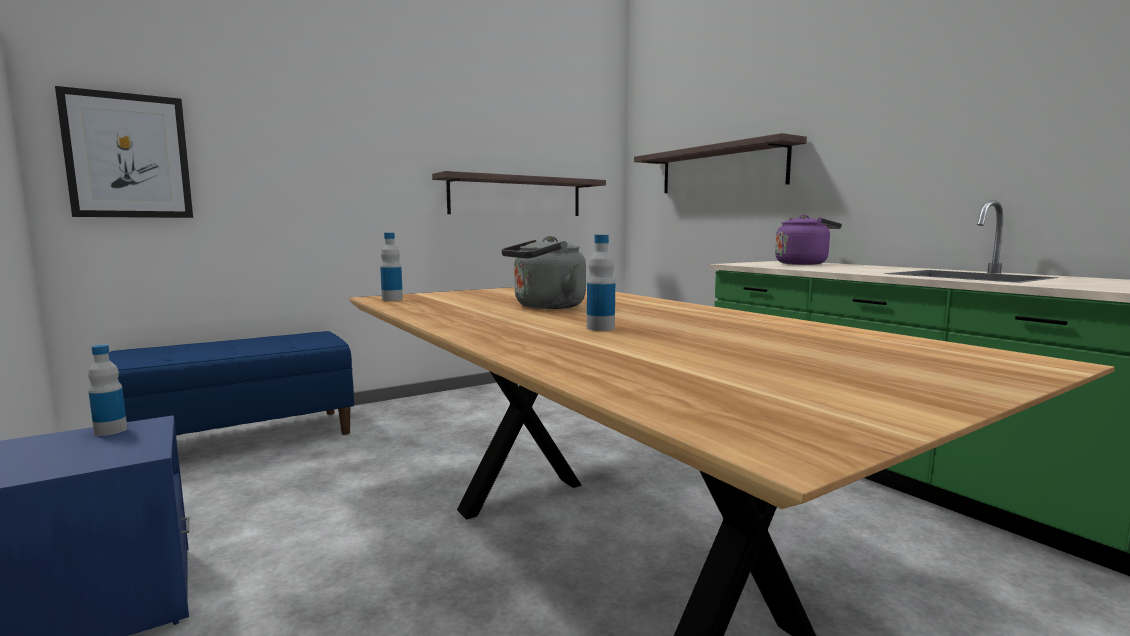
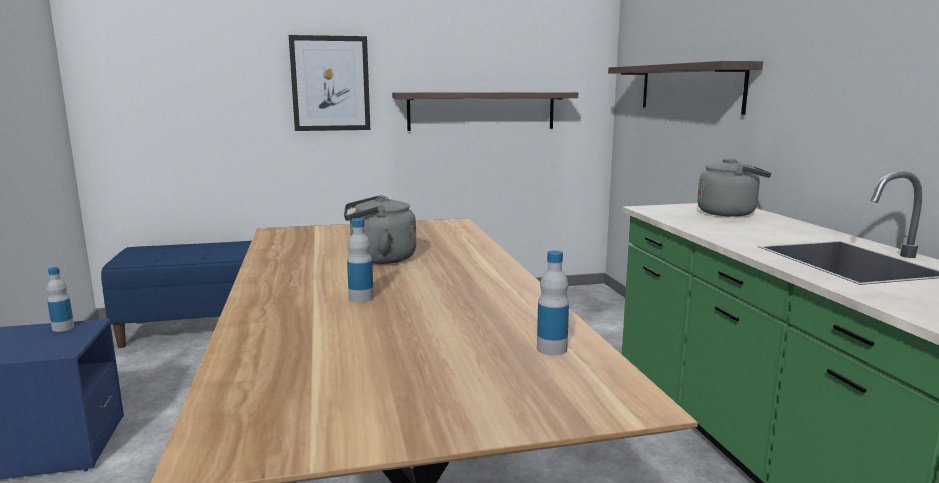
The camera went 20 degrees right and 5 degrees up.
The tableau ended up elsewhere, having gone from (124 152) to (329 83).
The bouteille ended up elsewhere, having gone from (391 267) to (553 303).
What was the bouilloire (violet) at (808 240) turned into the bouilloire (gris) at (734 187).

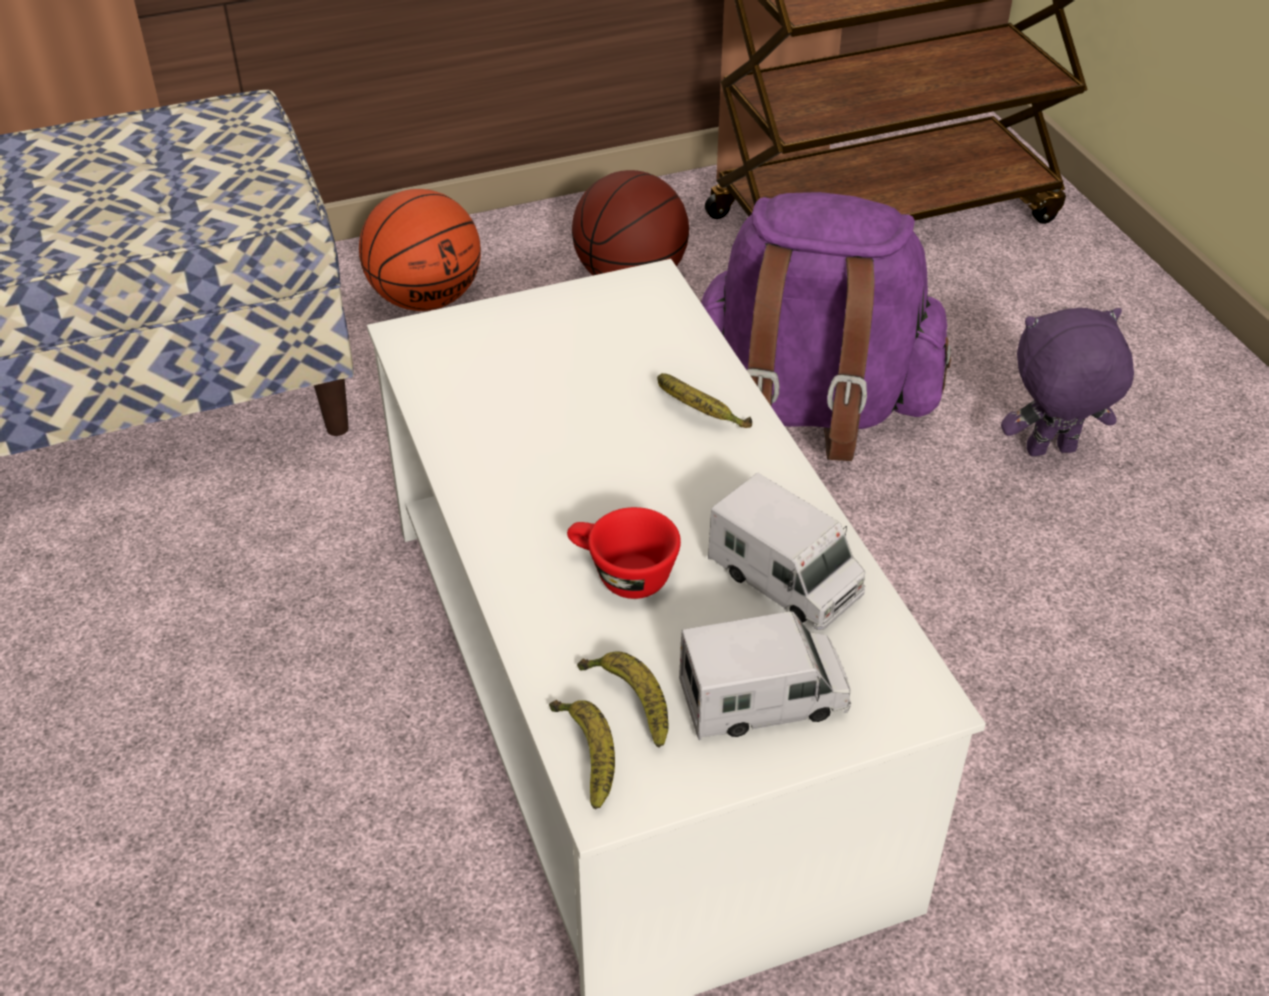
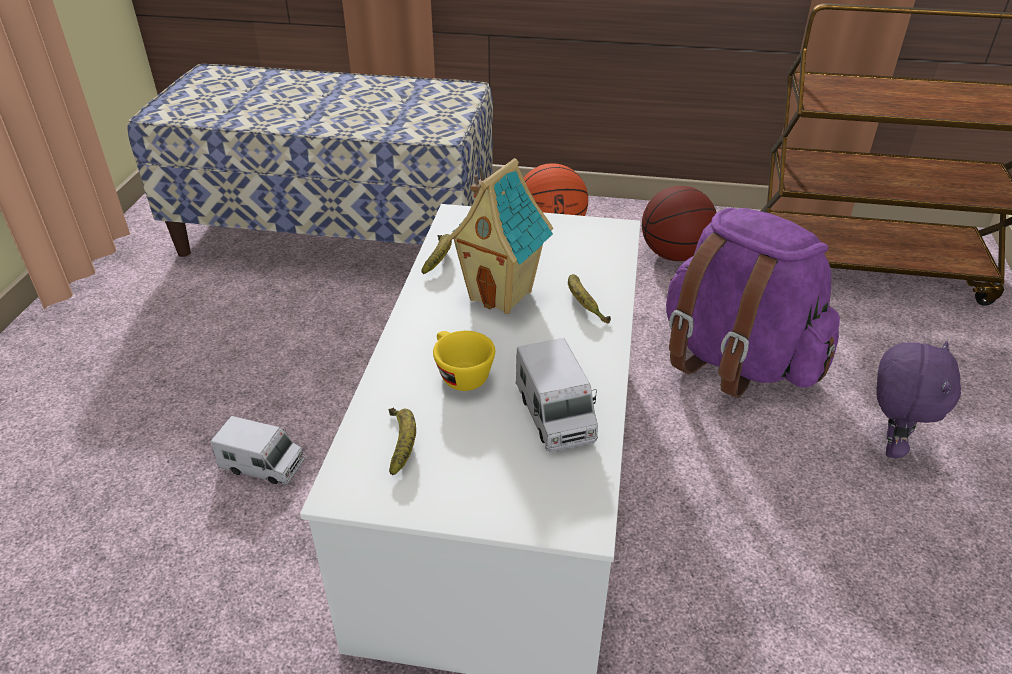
The camera went 30 degrees right and 5 degrees down.
The banane ended up elsewhere, having gone from (582 755) to (436 254).
What was the tasse (rouge) at (624 553) turned into the tasse (jaune) at (464 361).
The camion jouet ended up elsewhere, having gone from (765 675) to (258 450).
The peluche (violet) at (1067 382) ended up facing another way, 90 degrees clockwise from before.
The second view gained the maison miniature at (500 236).

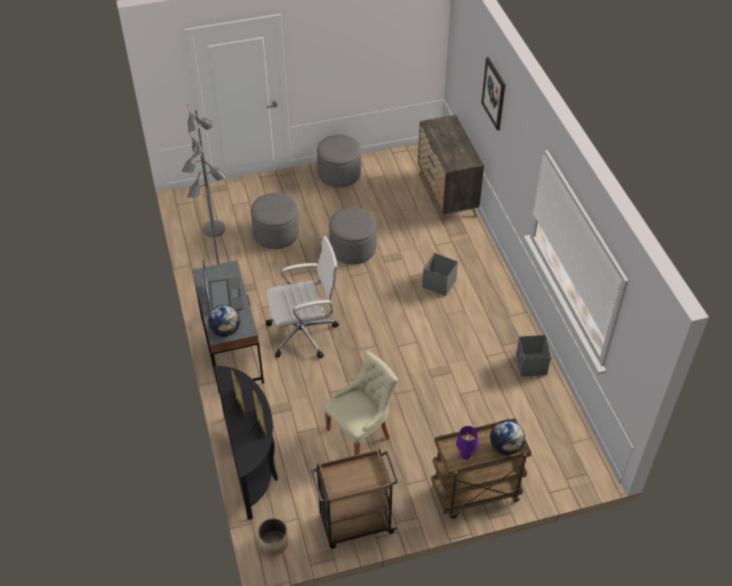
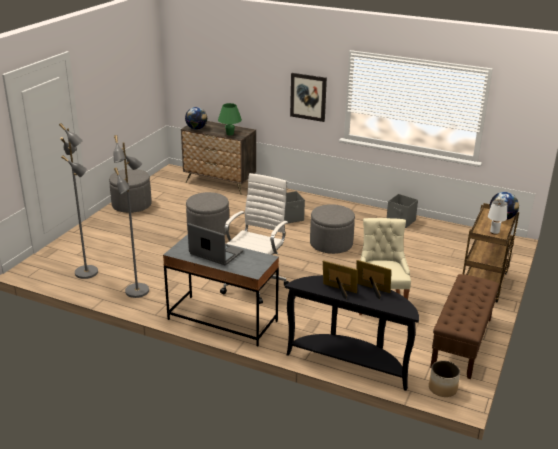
The camera went 50 degrees left and 20 degrees down.
The globe ended up elsewhere, having gone from (224 321) to (196 118).
The pouf (gris) ended up elsewhere, having gone from (275 221) to (332 229).
Where the chariot (marron) stood at (354 499), the banc (marron) came to stand at (464 326).
What was the lampe de table (violet) at (467 443) turned into the lampe de table (blanc) at (497 217).
The tableau ended up elsewhere, having gone from (493 94) to (308 97).
The second view gained the lampe de table (vert) at (230 119).

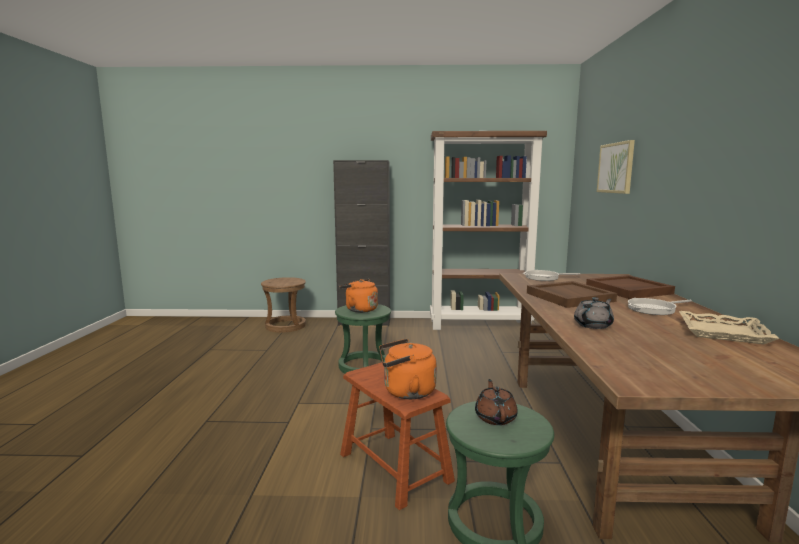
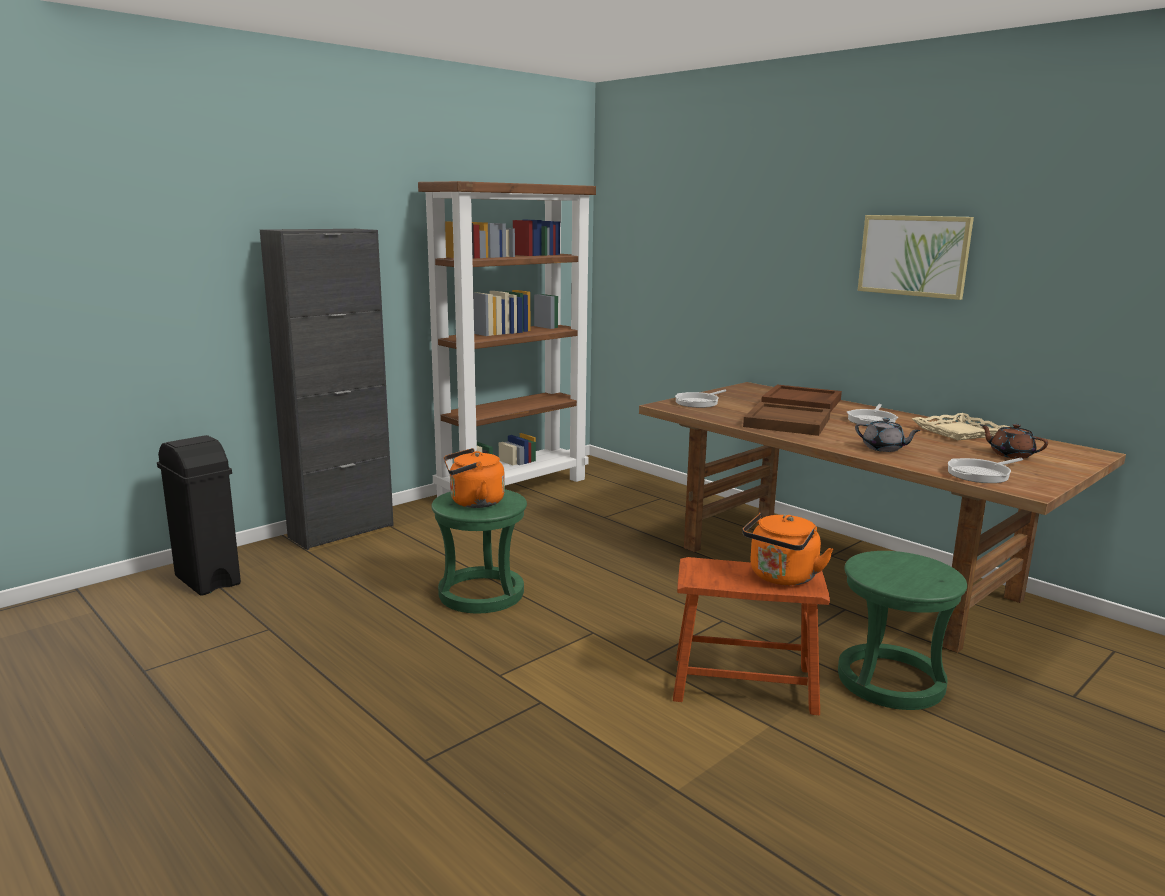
The camera went 45 degrees left and 5 degrees up.
Where the tabouret (marron) stood at (283 304), the poubelle (noir) came to stand at (199 515).
The théière (marron) ended up elsewhere, having gone from (496 402) to (1014 441).
The théière (gris) at (594 313) ended up facing another way, 120 degrees clockwise from before.
The tableau ended up elsewhere, having gone from (616 167) to (916 257).
The second view gained the poêle at (985 470).

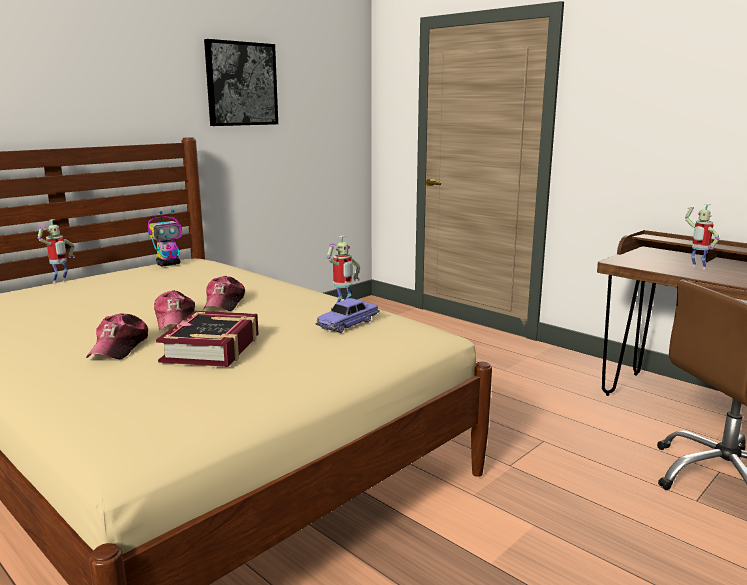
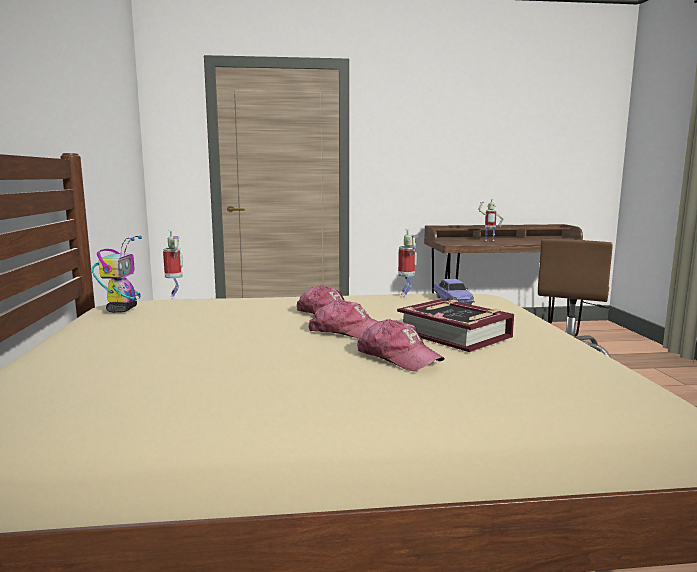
The camera went 50 degrees left and 5 degrees down.
The robot jouet ended up elsewhere, having gone from (56 251) to (173 264).
The second view lost the tableau at (241 82).

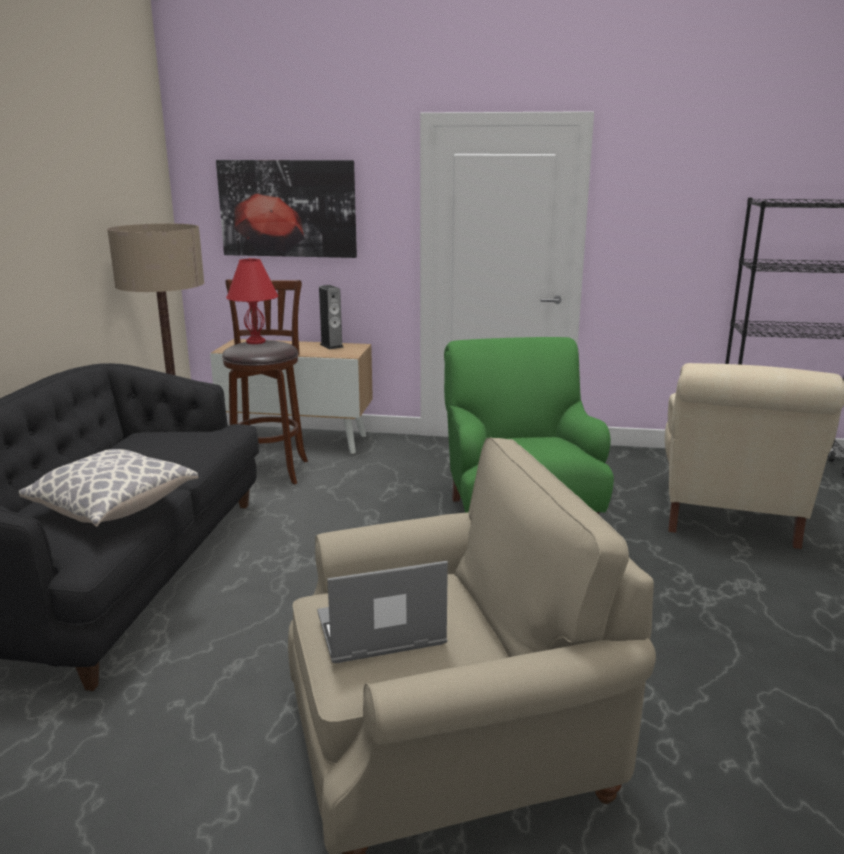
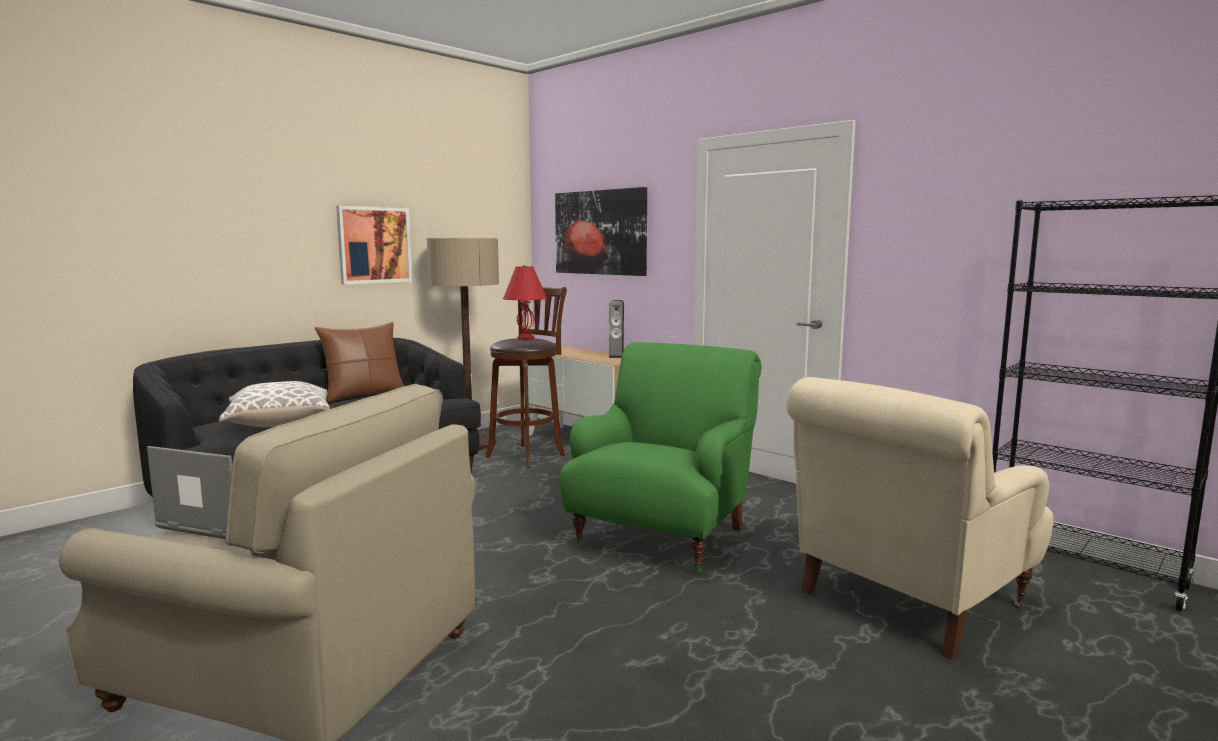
The camera went 35 degrees right and 10 degrees down.
The second view gained the coussin (marron) at (359 362).
The second view gained the tableau at (374 245).

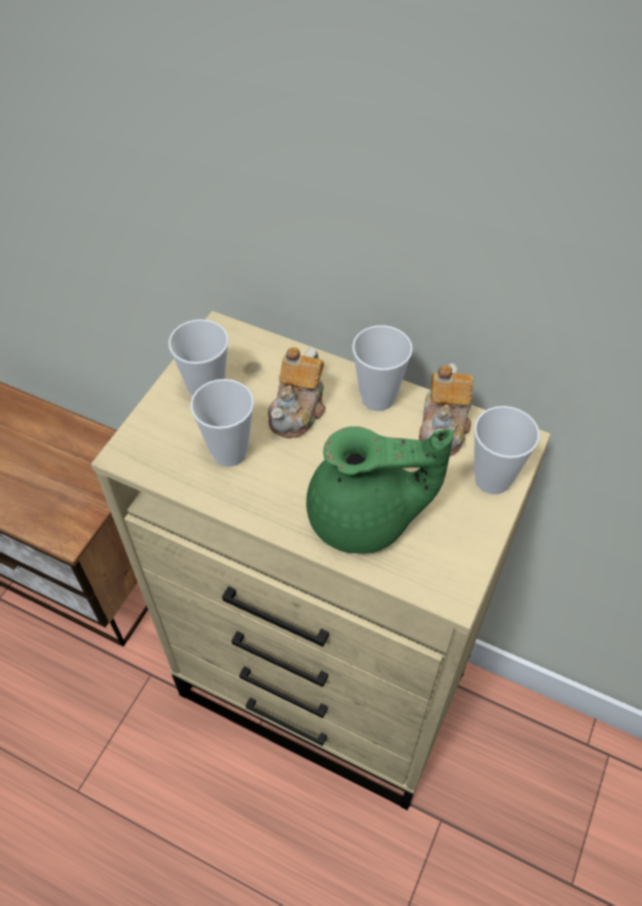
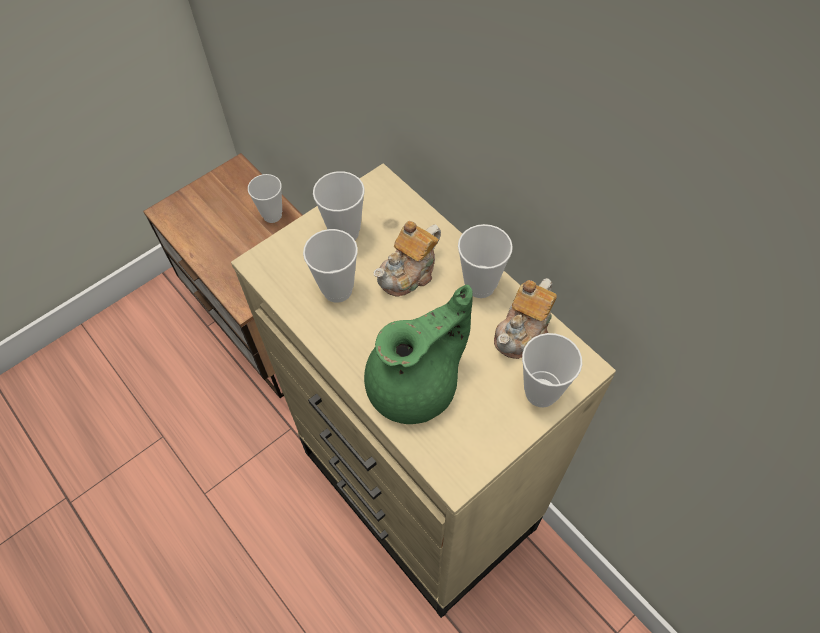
The camera went 25 degrees right and 5 degrees up.
The théière (vert) at (379 490) ended up facing another way, 60 degrees counterclockwise from before.
The second view gained the tasse at (265 198).

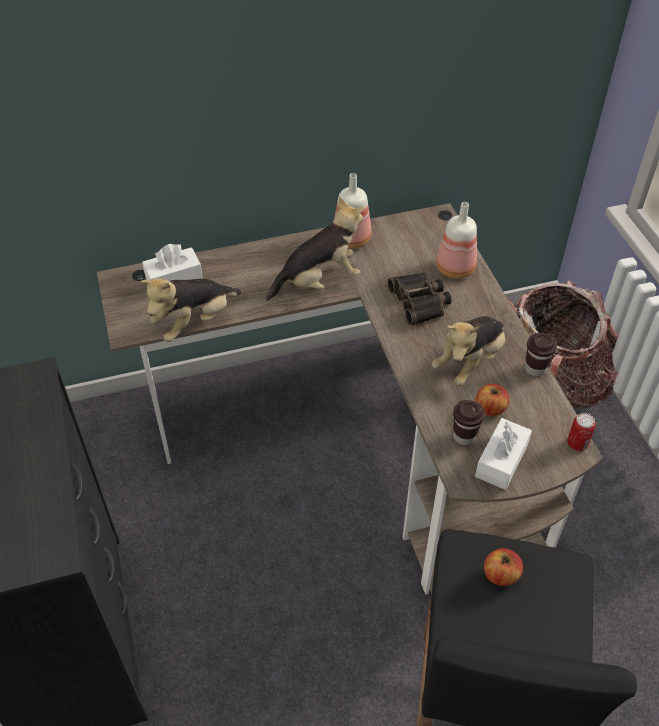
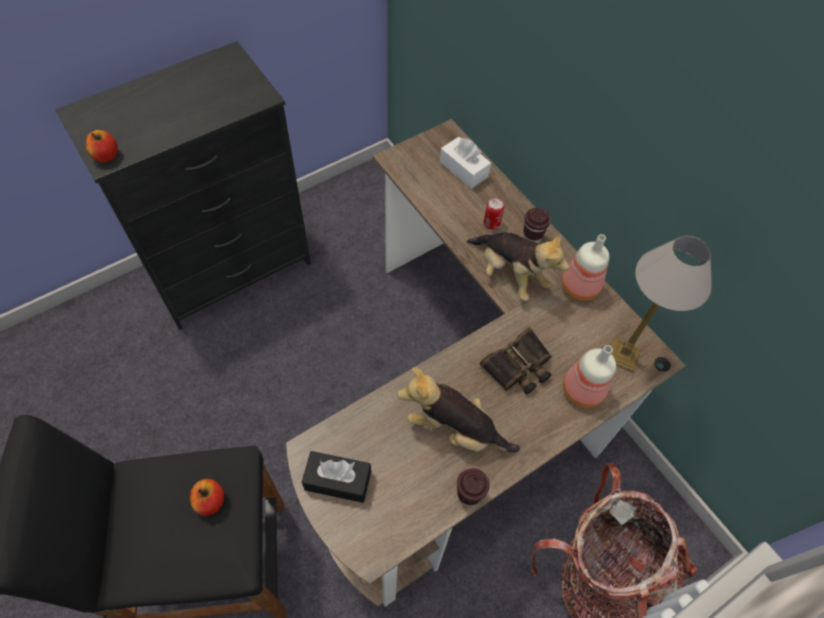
The camera went 70 degrees right and 10 degrees up.
The second view lost the peluche at (190 310).
The tasse (marron) ended up elsewhere, having gone from (469 422) to (537 226).
What was the boîte à mouchoirs (blanc) at (503 454) turned into the boîte à mouchoirs (noir) at (336 477).
The pomme ended up elsewhere, having gone from (492 400) to (102 146).
The boîte métallique ended up elsewhere, having gone from (581 432) to (494 214).
The second view gained the lampe de table at (661 304).

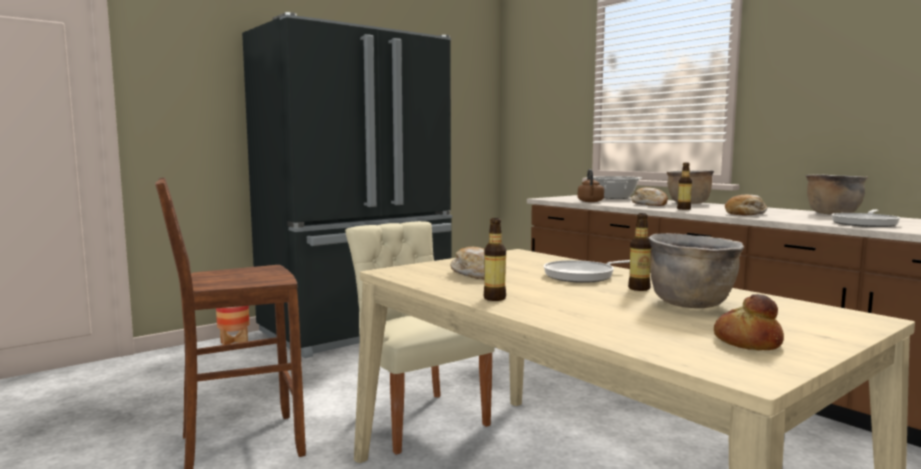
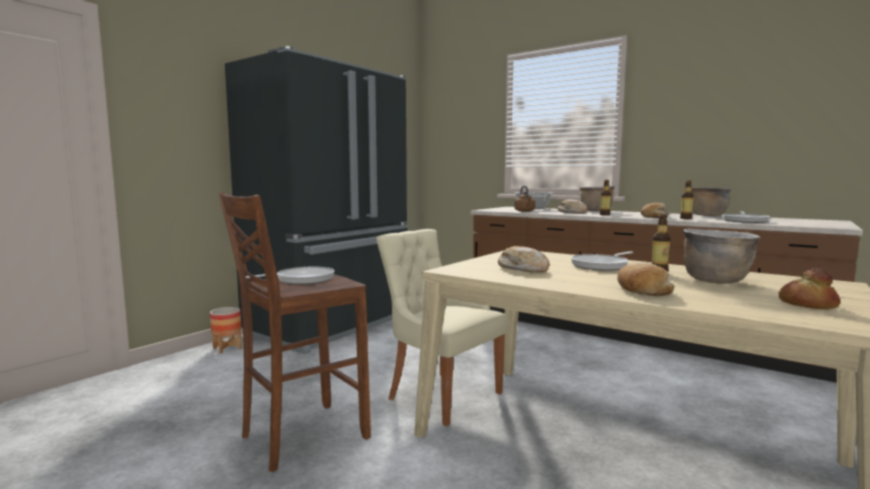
The camera went 15 degrees left and 0 degrees up.
The bouteille ended up elsewhere, having gone from (495 259) to (687 199).
The second view gained the poêle at (290 276).
The second view gained the pain at (645 279).

